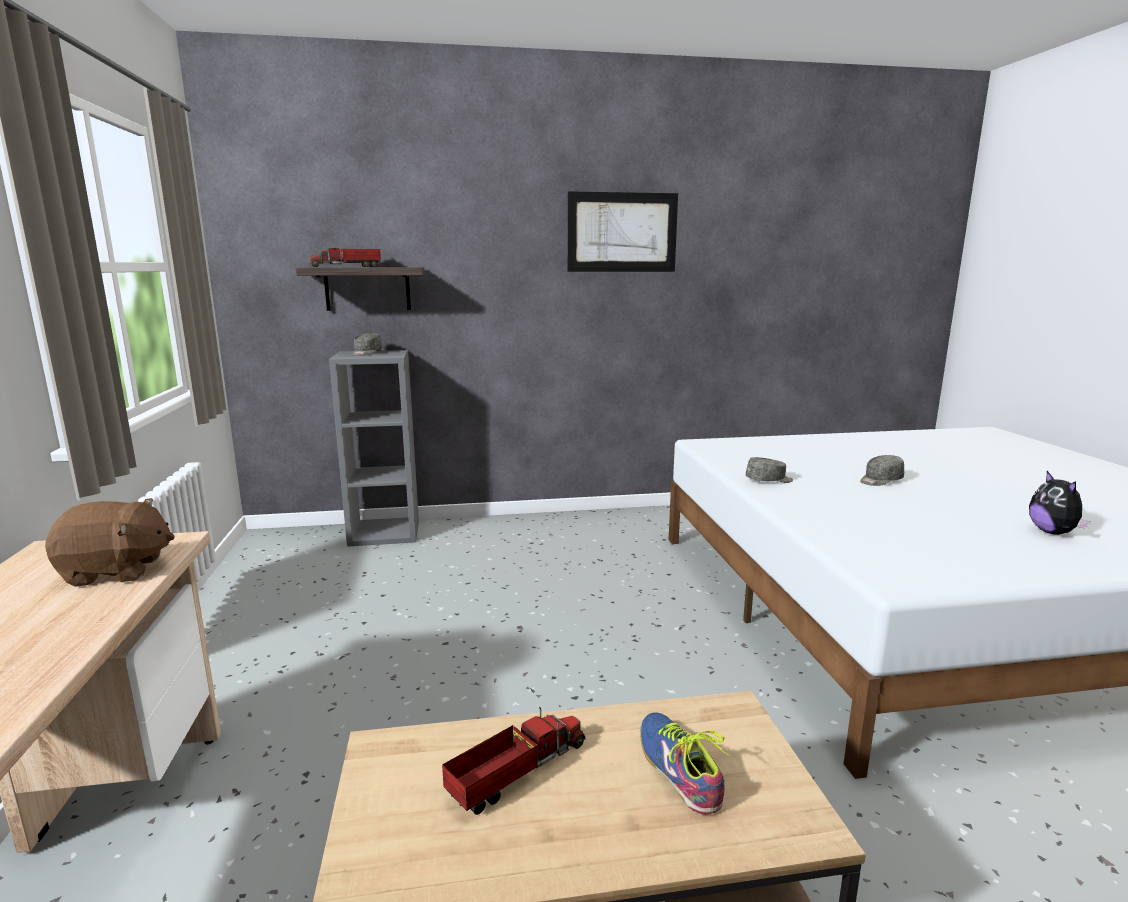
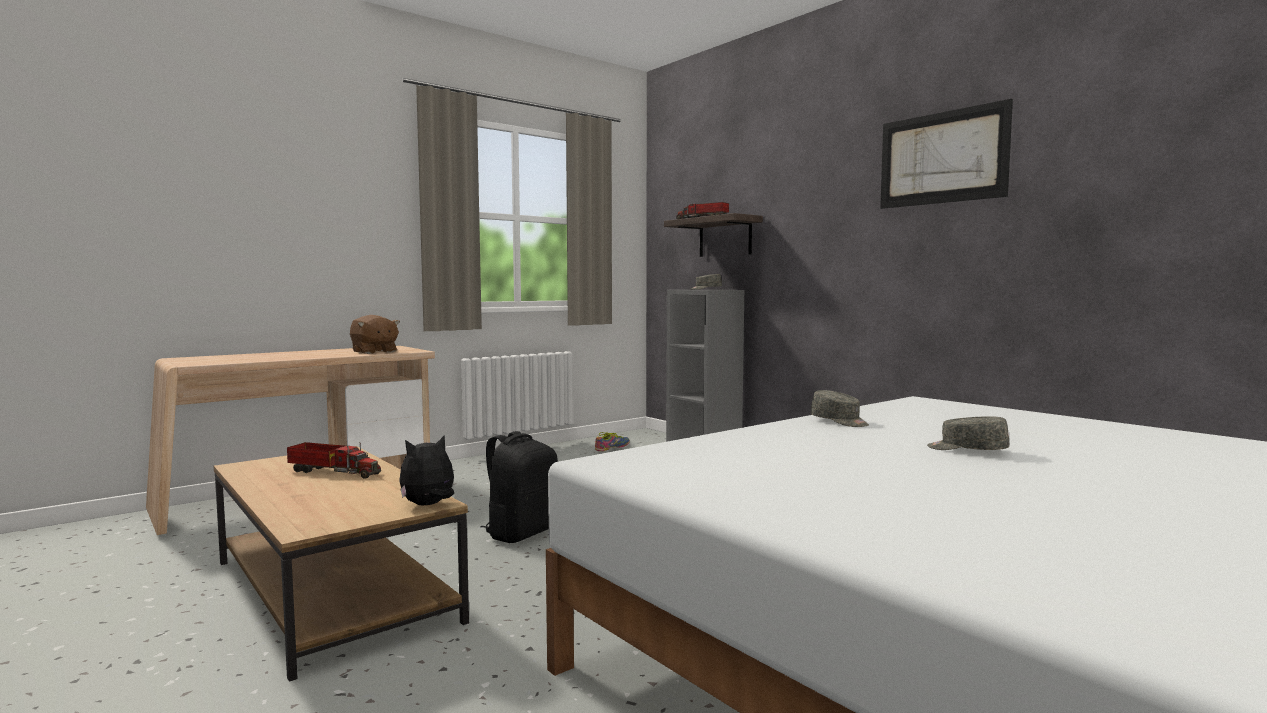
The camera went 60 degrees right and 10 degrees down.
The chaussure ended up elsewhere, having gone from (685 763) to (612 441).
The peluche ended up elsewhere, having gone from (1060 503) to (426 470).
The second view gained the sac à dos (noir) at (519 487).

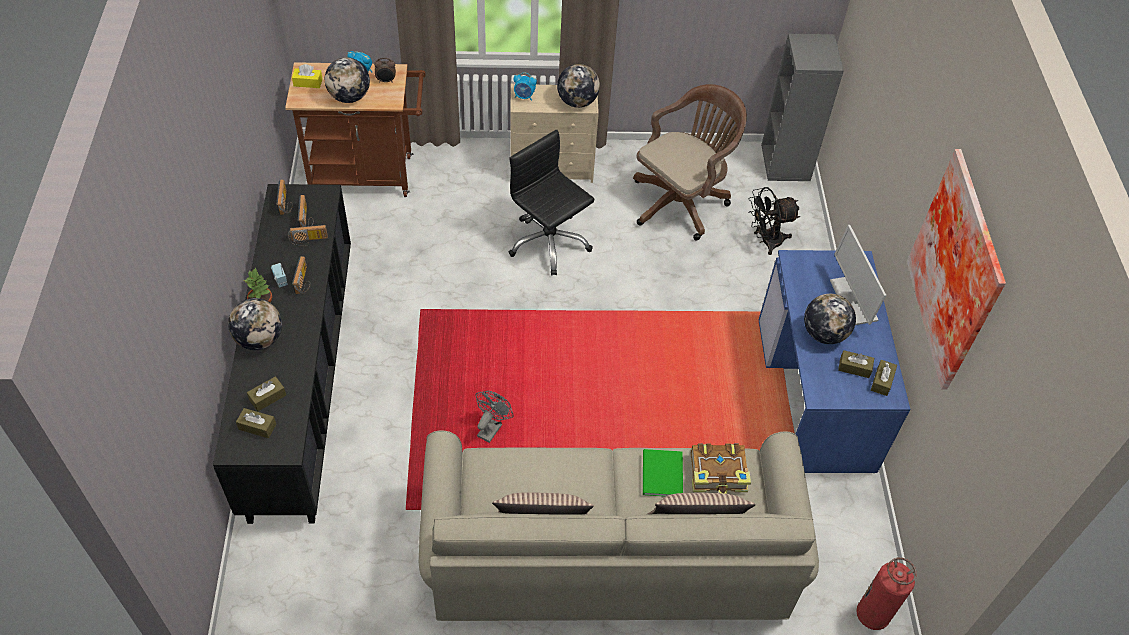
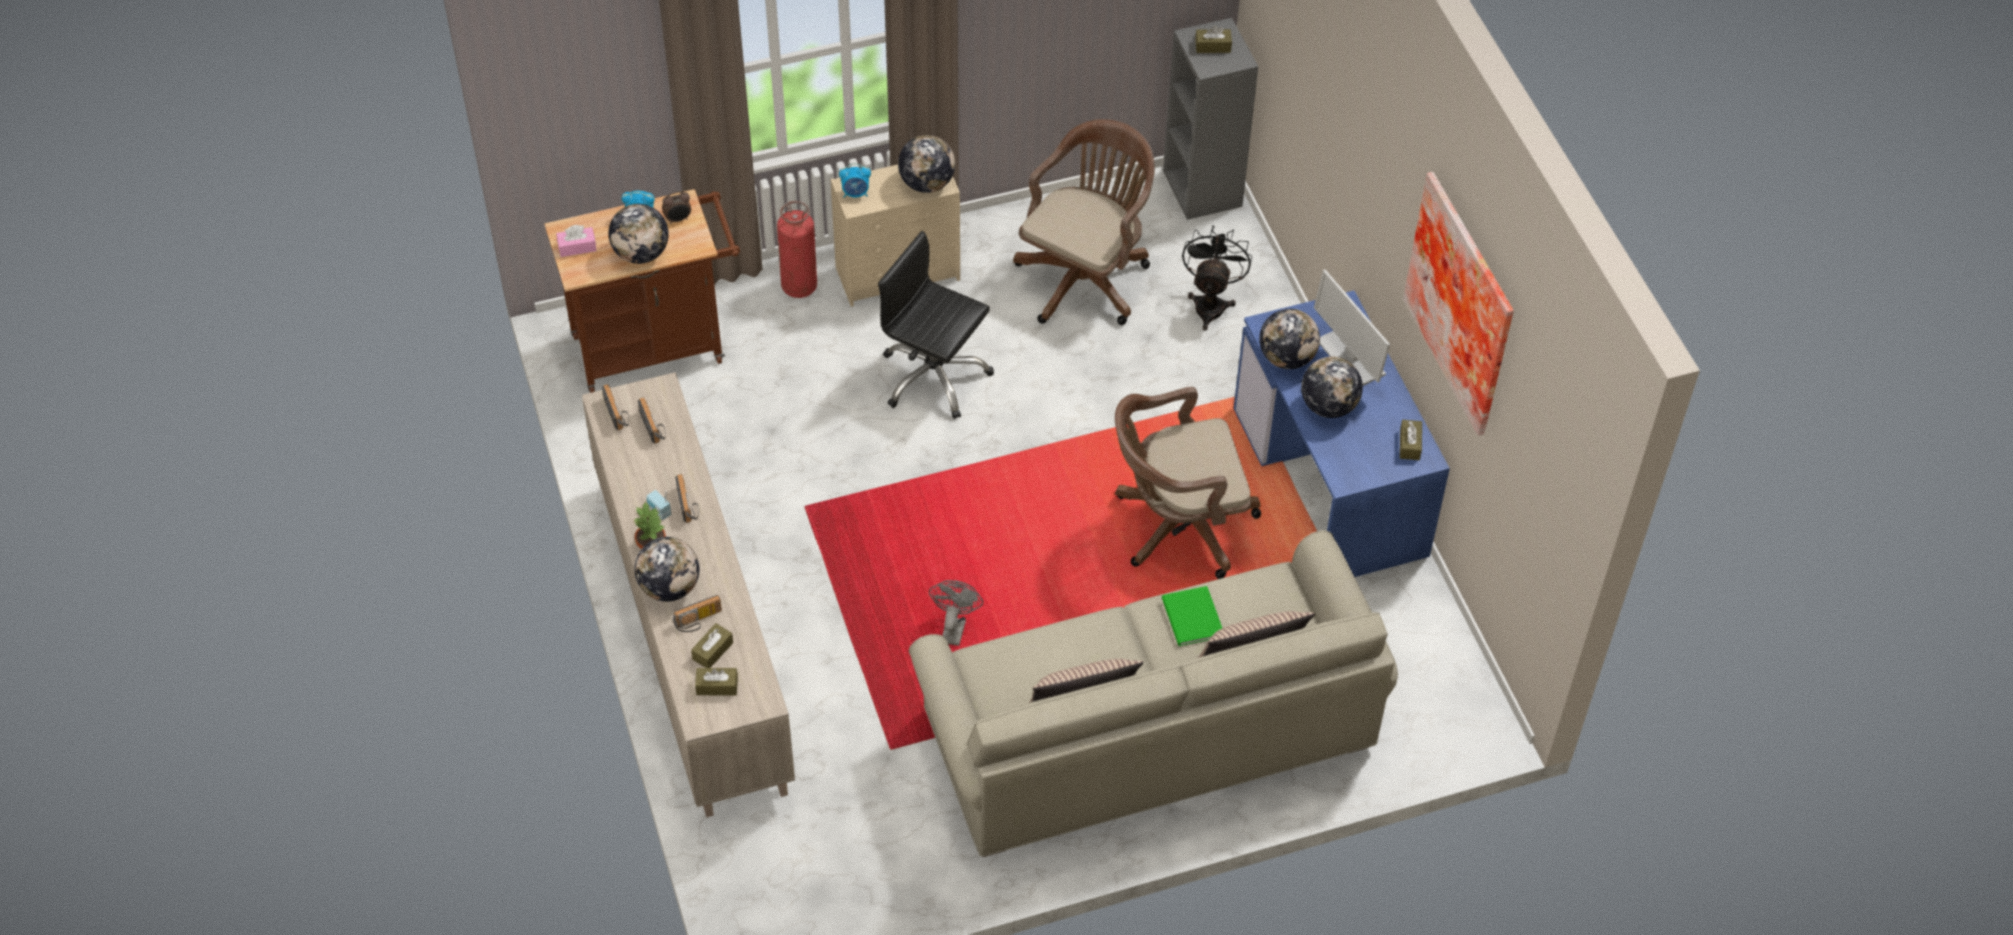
The camera went 15 degrees left and 0 degrees up.
What was the meuble de rangement (noir) at (282 354) turned into the meuble de rangement (beige) at (688 594).
The radio ended up elsewhere, having gone from (308 236) to (697 613).
What was the boîte à mouchoirs (jaune) at (307 76) turned into the boîte à mouchoirs (rose) at (576 241).
The second view lost the livre at (721 468).
The ventilateur (noir) at (774 221) ended up facing another way, 135 degrees clockwise from before.
The boîte à mouchoirs (marron) ended up elsewhere, having gone from (856 364) to (1213 39).
The extincteur ended up elsewhere, having gone from (886 594) to (797 249).
The second view gained the chaise de bureau (marron) at (1188 483).
The second view gained the globe at (1289 339).

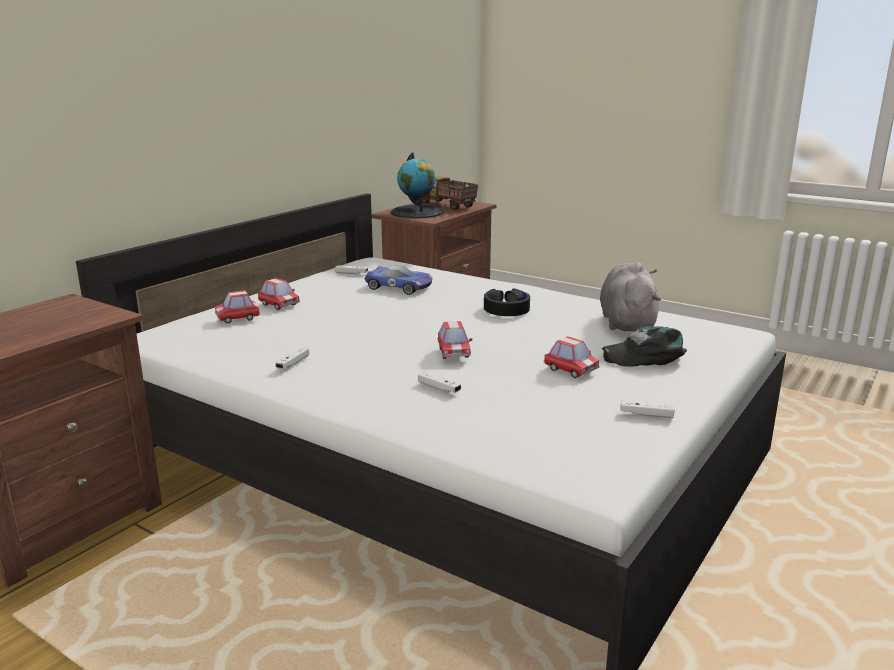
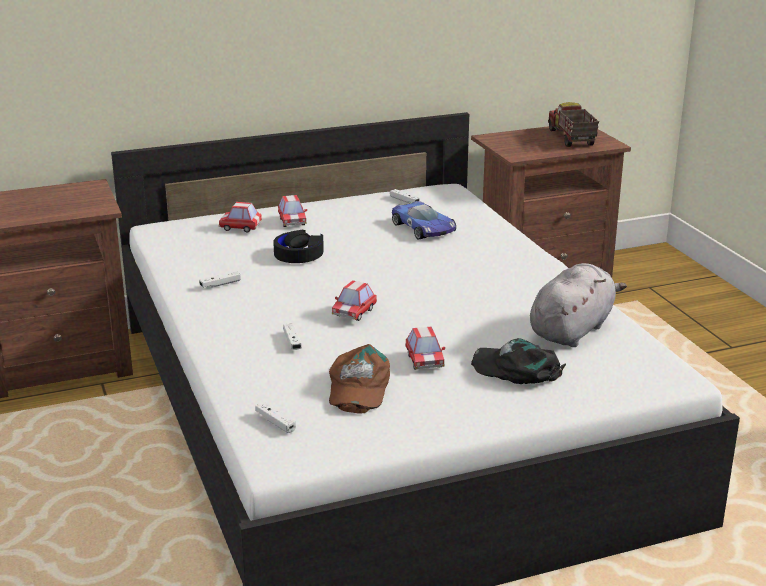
The camera went 35 degrees right and 5 degrees up.
The second view lost the globe at (417 185).
The casque audio (noir) ended up elsewhere, having gone from (507 302) to (298 246).
The manette (blanc) ended up elsewhere, having gone from (647 409) to (275 417).
The second view gained the casquette (marron) at (359 379).

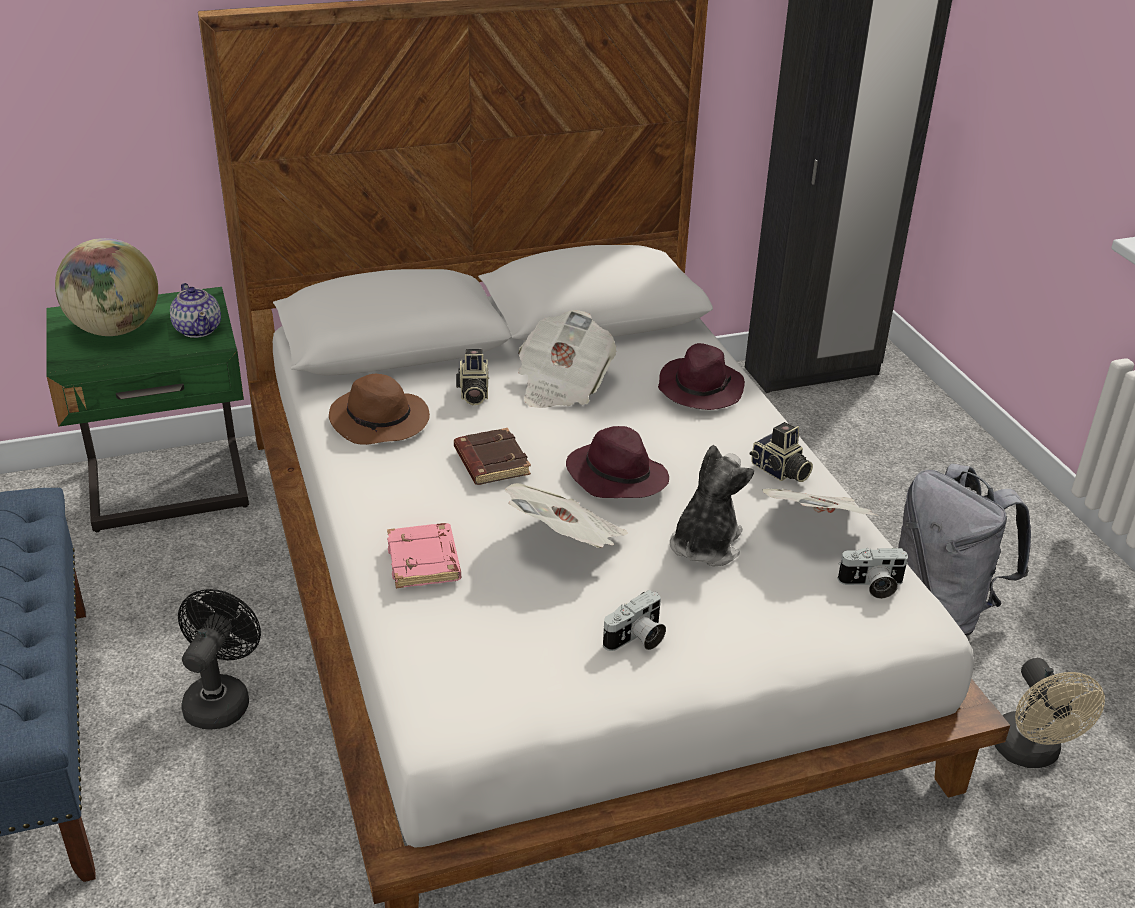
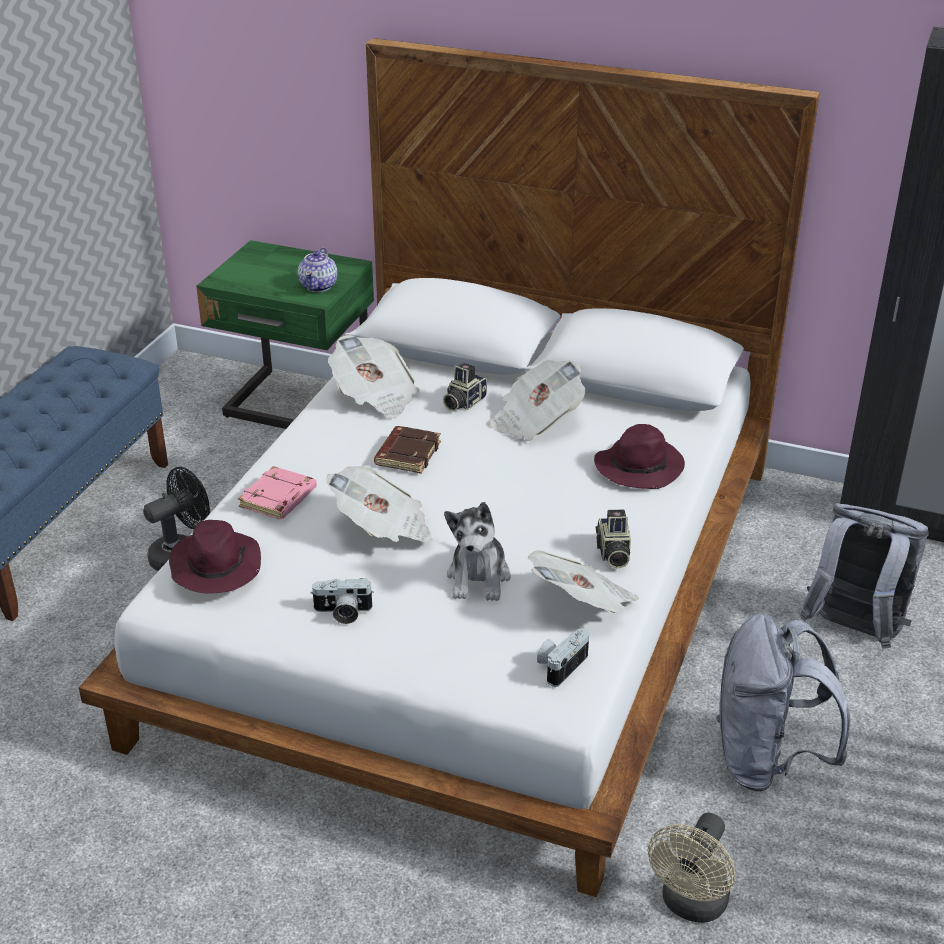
The camera went 40 degrees right and 0 degrees up.
The second view lost the globe at (106 287).
Where the chapeau (marron) stood at (379 409), the journal came to stand at (374 376).
The chapeau (violet) ended up elsewhere, having gone from (617 462) to (215 556).
The peluche at (712 506) ended up facing another way, 120 degrees clockwise from before.
The appareil photo at (872 573) ended up facing another way, 90 degrees clockwise from before.
The second view gained the sac à dos (gris) at (864 576).

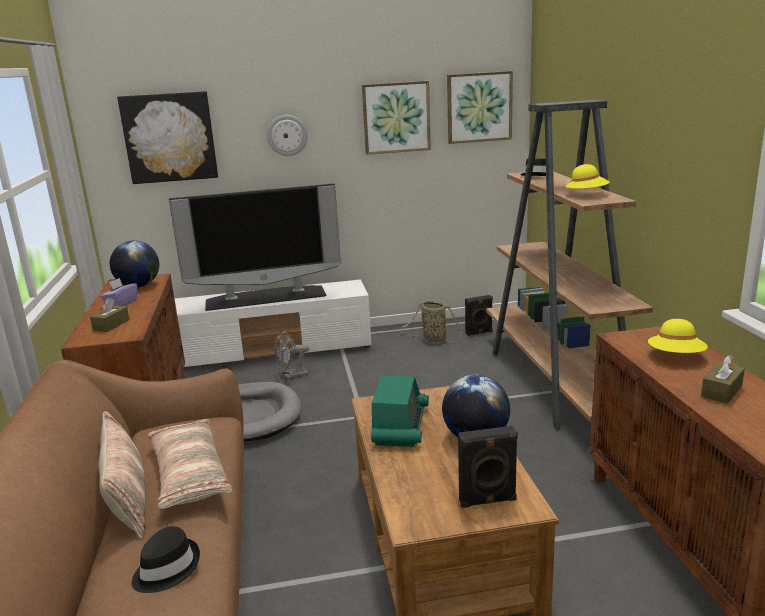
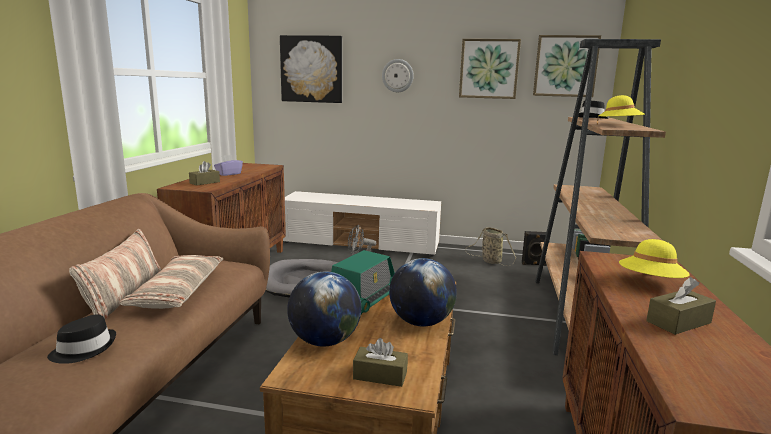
The camera went 20 degrees right and 5 degrees down.
The globe ended up elsewhere, having gone from (134 263) to (324 309).
The second view lost the téléviseur at (255 247).
Where the enceinte (noir) stood at (488 467), the boîte à mouchoirs (marron) came to stand at (380 362).

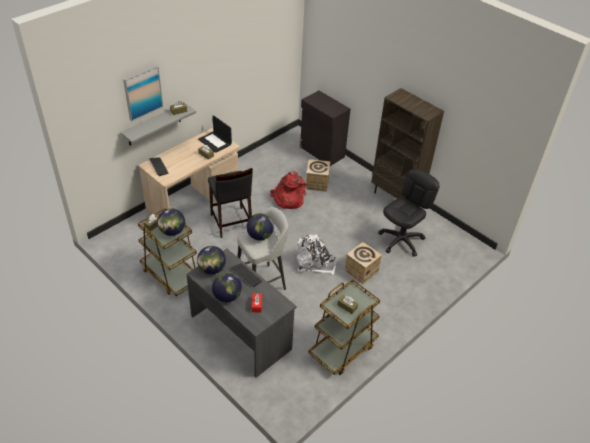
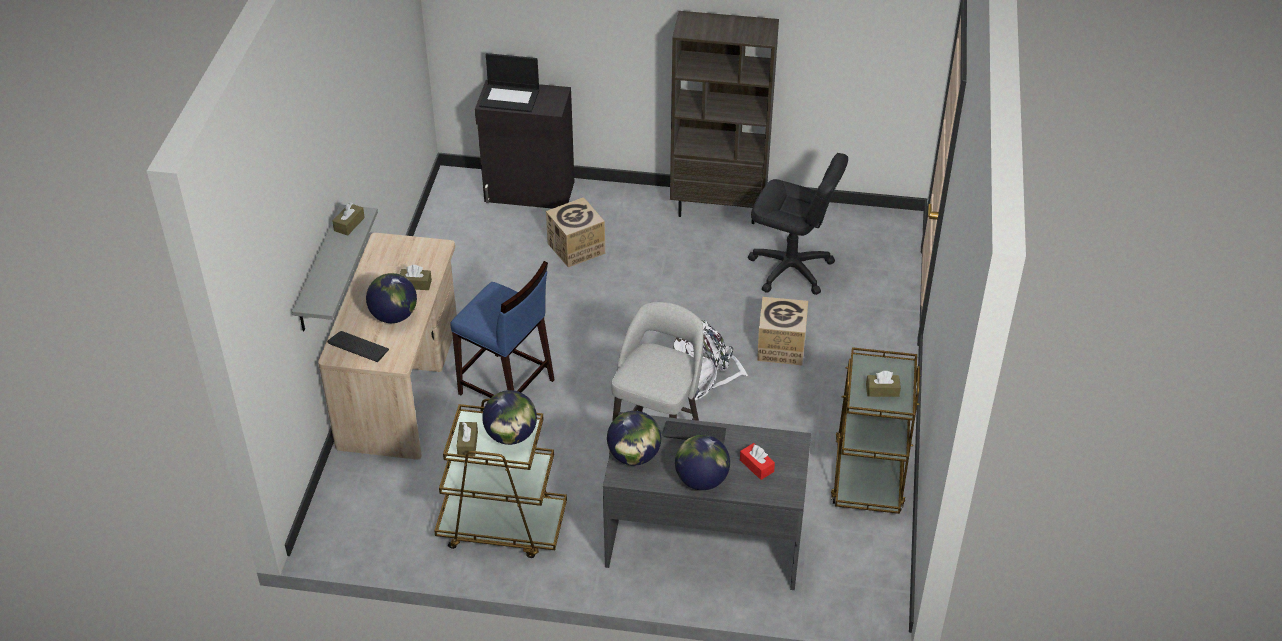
The camera went 35 degrees left and 0 degrees up.
The second view lost the tableau at (143 93).
The ordinateur portable ended up elsewhere, having gone from (215 134) to (509 82).
What was the tabouret (noir) at (230 203) turned into the tabouret (bleu) at (502 329).
The globe ended up elsewhere, having gone from (260 226) to (391 298).
The second view lost the sac à dos (rouge) at (288 190).
The chaise de bureau (noir) at (408 213) ended up facing another way, 105 degrees clockwise from before.

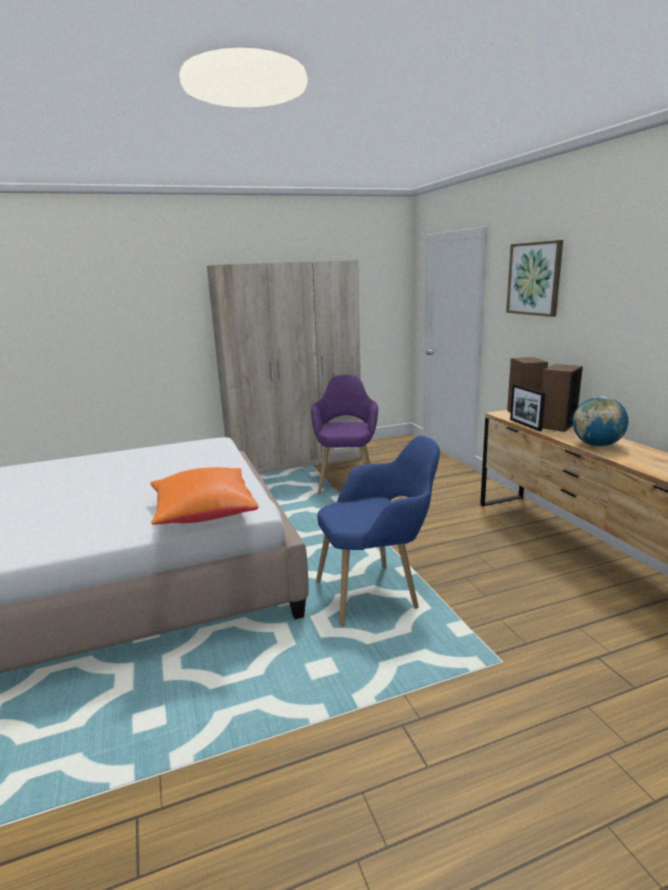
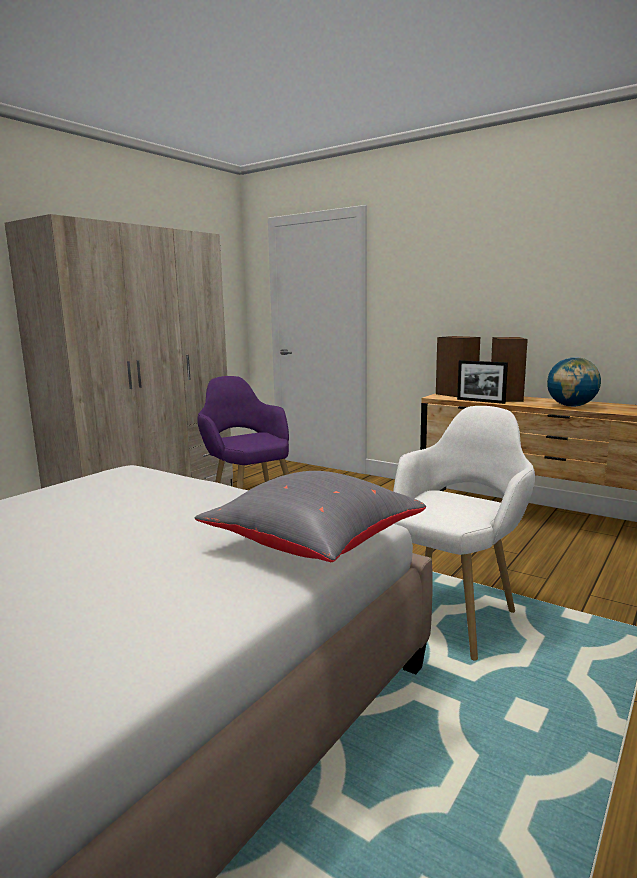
The camera went 35 degrees left and 5 degrees down.
What was the coussin (orange) at (204 496) turned into the coussin (gris) at (310 516).
What was the fauteuil (bleu) at (378 531) turned into the fauteuil (blanc) at (464 533).
The second view lost the tableau at (534 278).

